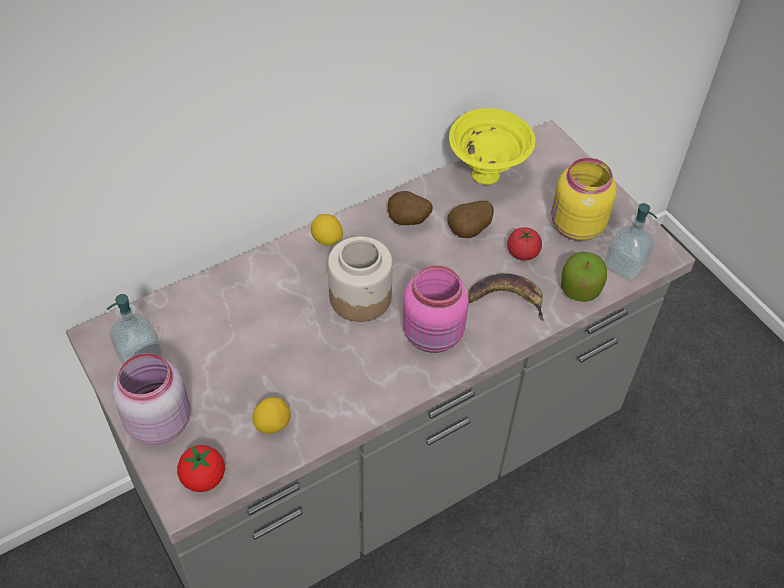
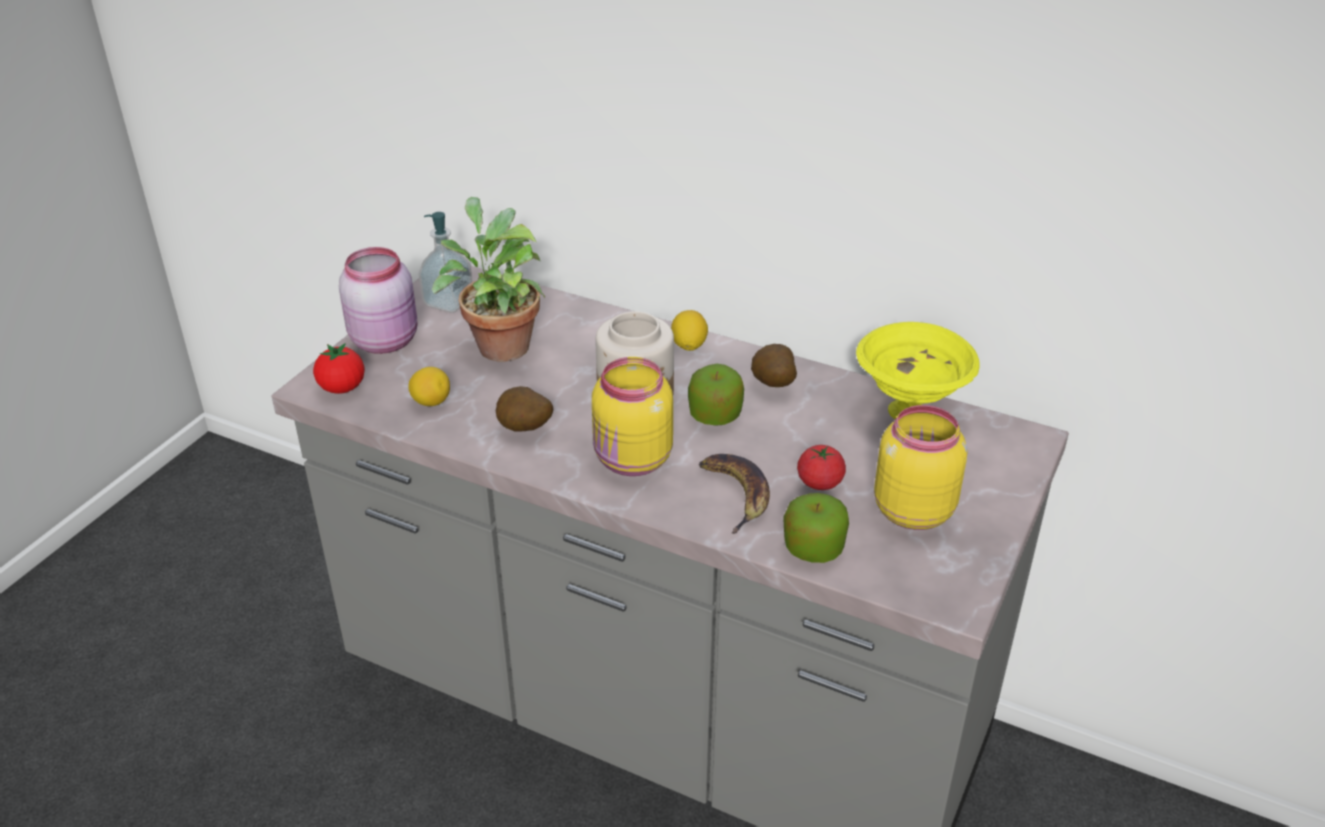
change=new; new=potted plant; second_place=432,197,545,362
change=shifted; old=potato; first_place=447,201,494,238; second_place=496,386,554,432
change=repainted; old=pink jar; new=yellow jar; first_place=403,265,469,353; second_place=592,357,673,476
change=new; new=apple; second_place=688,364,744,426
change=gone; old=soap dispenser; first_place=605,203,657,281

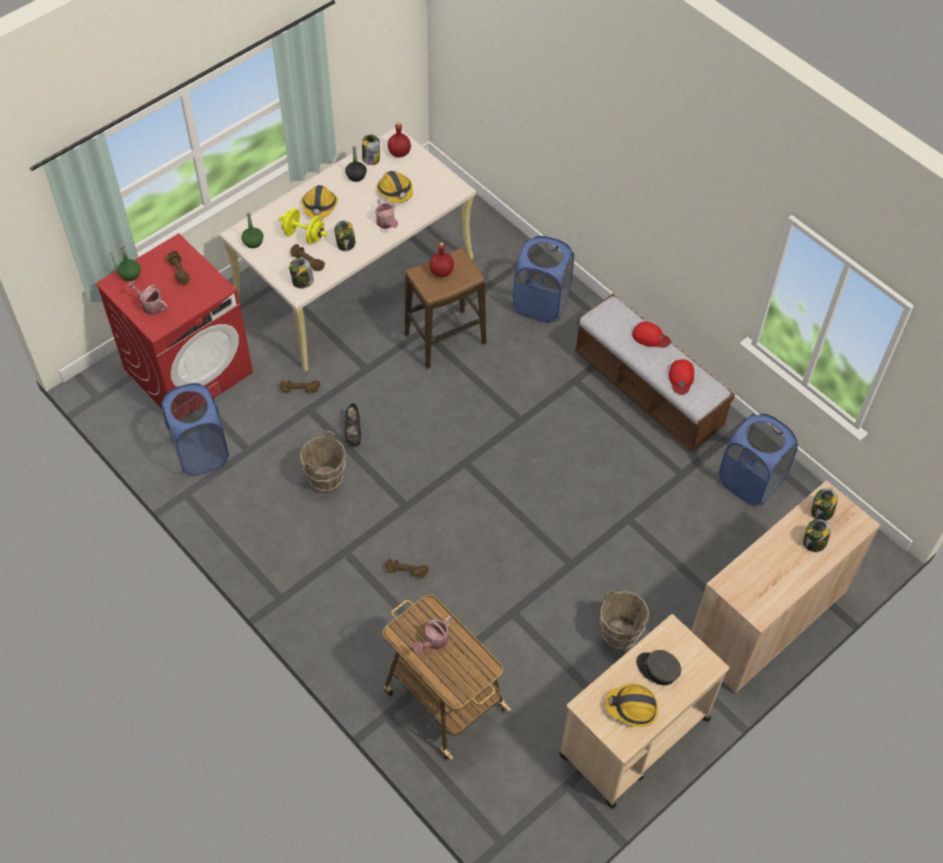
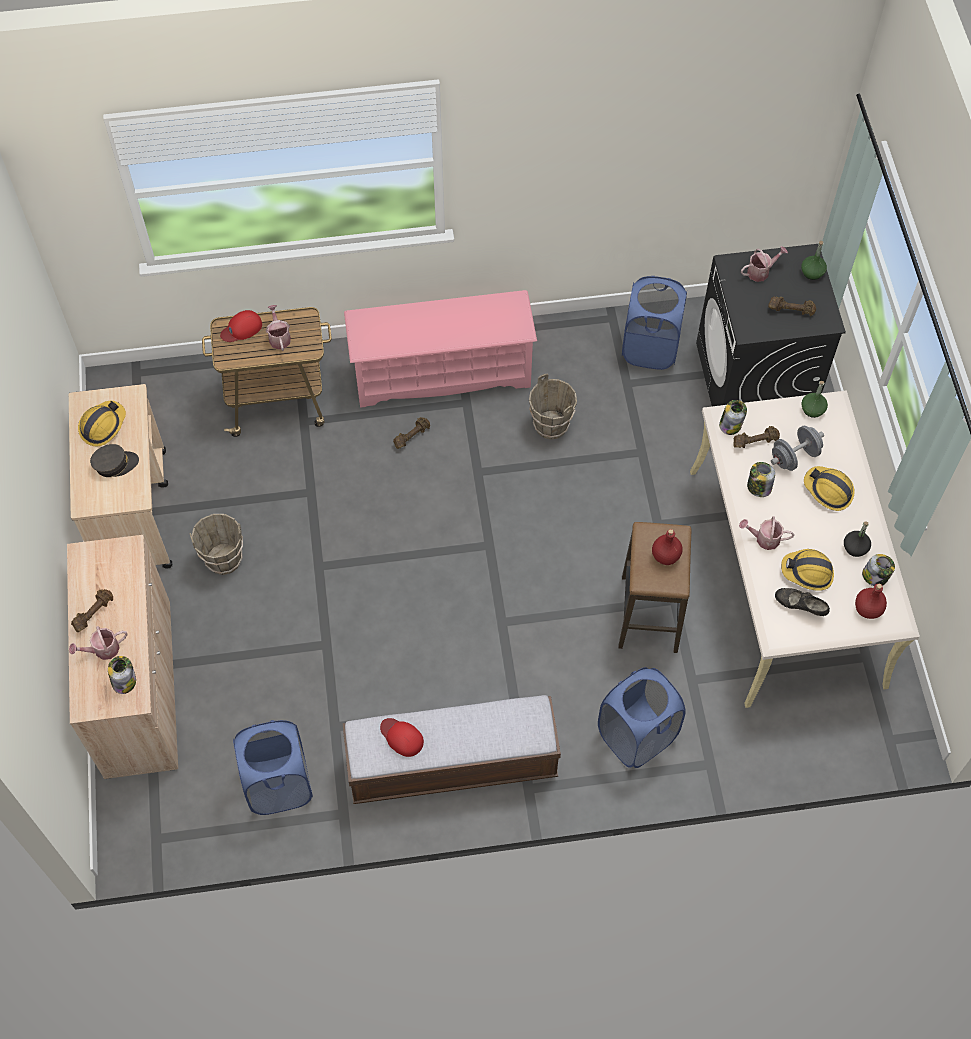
change=swapped; old=jar; new=watering can; first_place=803,519,831,552; second_place=69,626,128,660
change=shifted; old=brown dumbbell; first_place=280,380,320,393; second_place=71,589,113,632
change=shifted; old=red cap; first_place=632,322,671,348; second_place=220,310,262,342
change=new; new=pink shoe rack; second_place=344,290,537,408
change=repainted; old=red washing machine; new=black washing machine; first_place=96,233,253,409; second_place=696,244,846,406
change=repainted; old=yellow dumbbell; new=grey dumbbell; first_place=279,208,327,244; second_place=771,426,824,471
change=shifted; old=black shoe; first_place=345,403,361,446; second_place=775,588,830,616

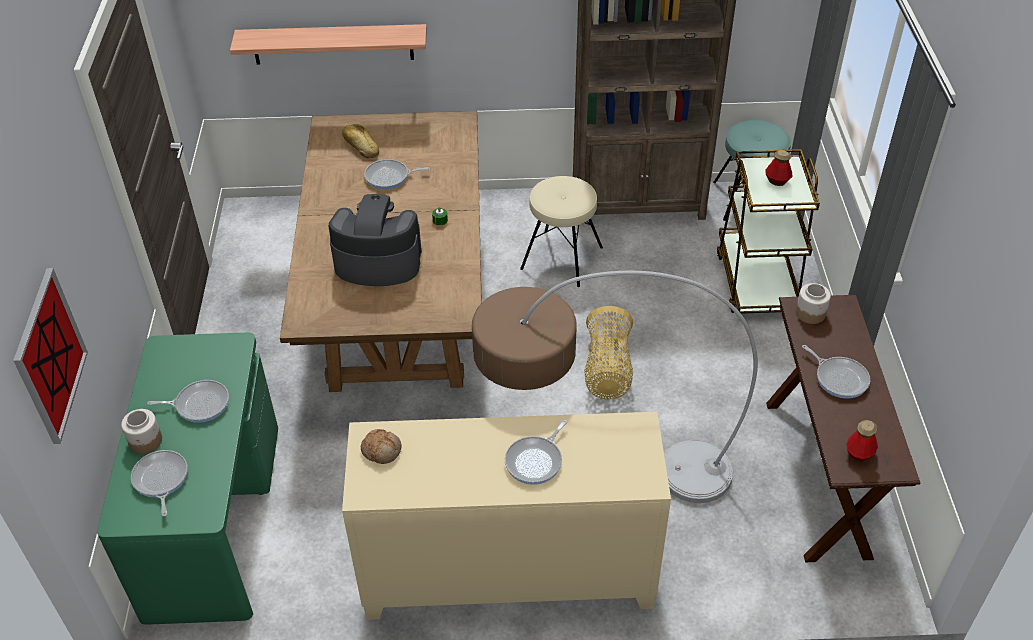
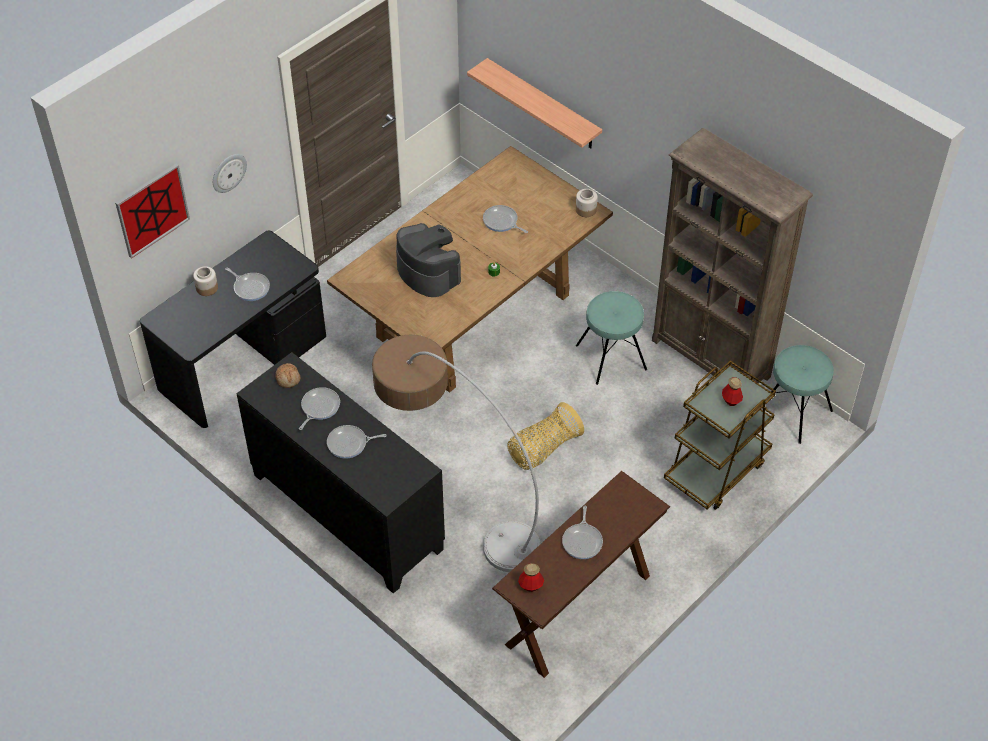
change=repainted; old=green desk; new=black desk; first_place=97,333,278,624; second_place=140,231,326,428
change=new; new=wall clock; second_place=213,154,247,193
change=repainted; old=beige cabinet; new=black cabinet; first_place=342,412,671,620; second_place=236,352,445,594
change=shifted; old=frying pan; first_place=131,450,188,516; second_place=299,387,340,430
change=shifted; old=jar; first_place=796,283,831,324; second_place=576,189,598,217
change=repainted; old=beige stool; new=turquoise stool; first_place=520,176,603,287; second_place=576,291,647,385
change=gone; old=bread; first_place=342,124,379,158

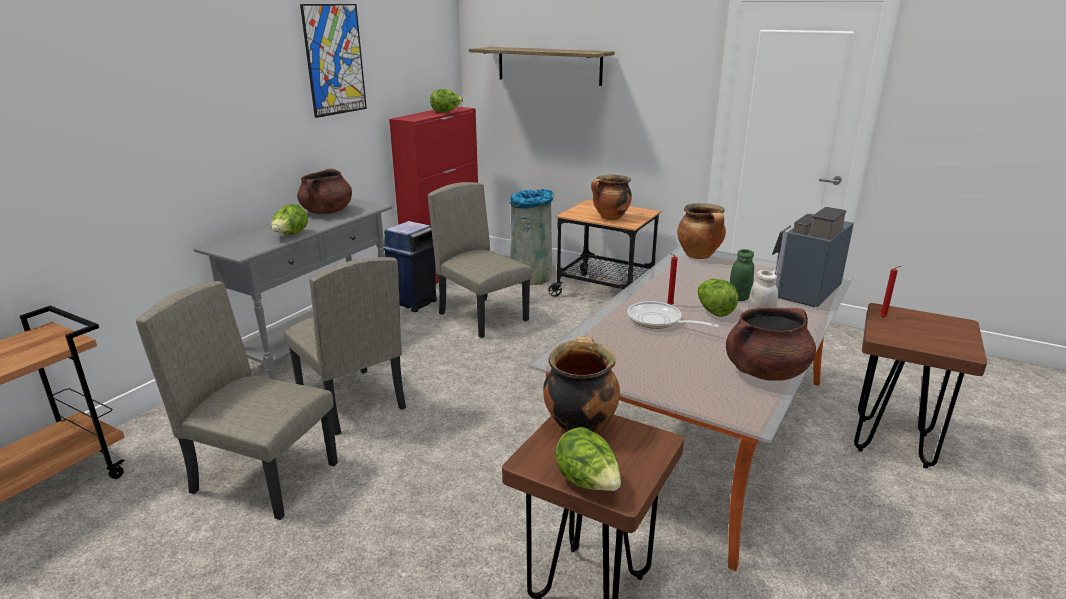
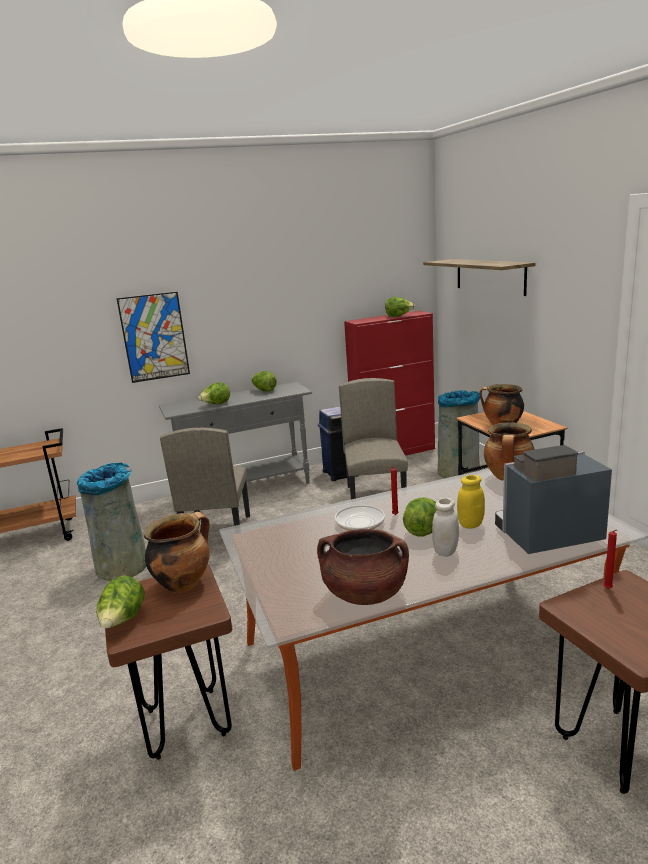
change=swapped; old=beige chair; new=grey trash can; first_place=136,281,338,520; second_place=77,463,147,581
change=shifted; old=picture; first_place=300,4,367,118; second_place=116,292,190,383
change=swapped; old=brown cooking pot; new=lettuce; first_place=297,168,352,214; second_place=251,371,277,392
change=repainted; old=green jar; new=yellow jar; first_place=730,249,754,301; second_place=457,475,485,529

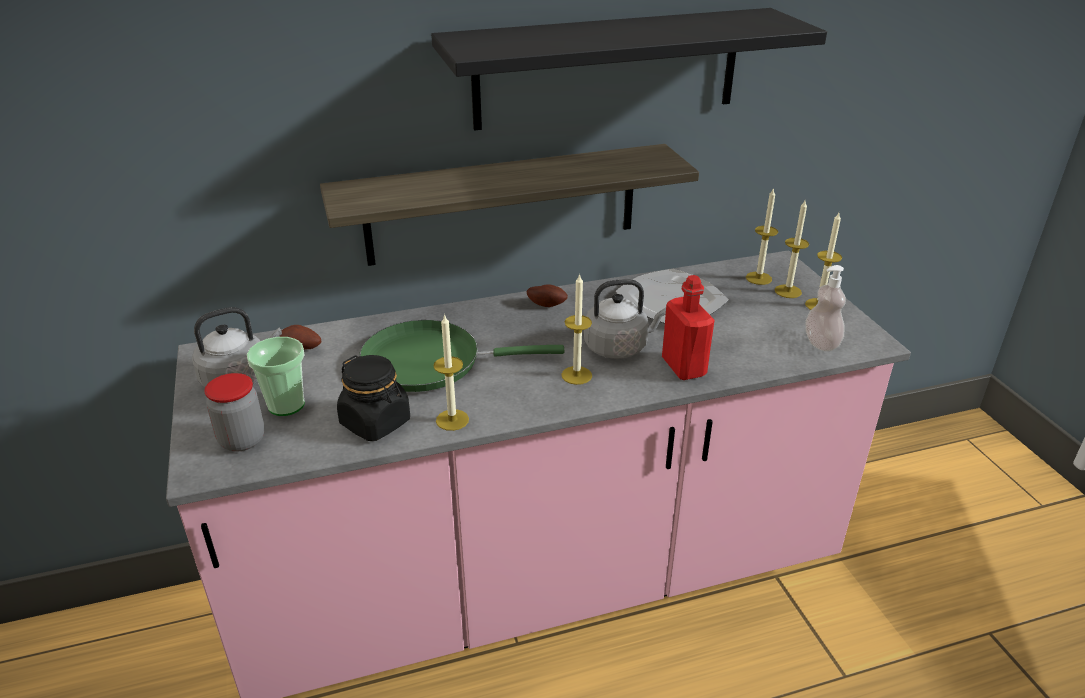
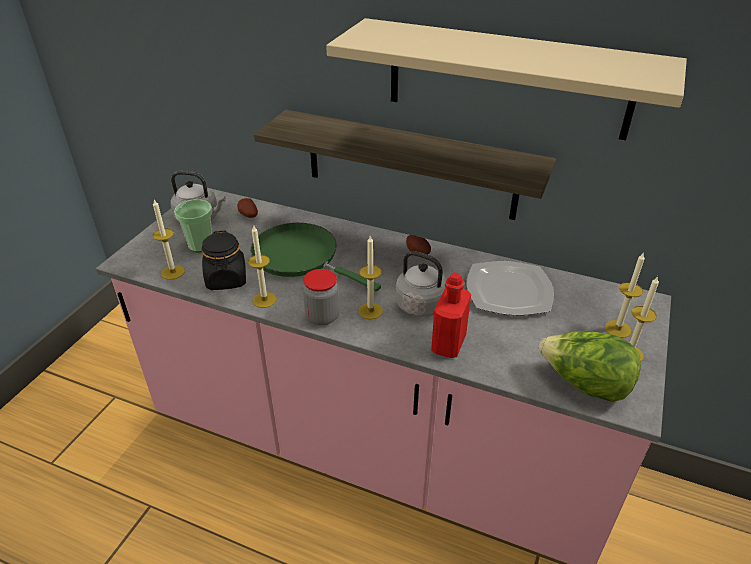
change=shifted; old=candle; first_place=746,188,778,285; second_place=153,200,185,280
change=shifted; old=jar; first_place=204,373,265,451; second_place=303,269,340,325
change=repainted; old=black shelf; new=beige shelf; first_place=431,8,827,131; second_place=326,18,687,140
change=swapped; old=soap dispenser; new=lettuce; first_place=805,265,846,351; second_place=539,331,641,402

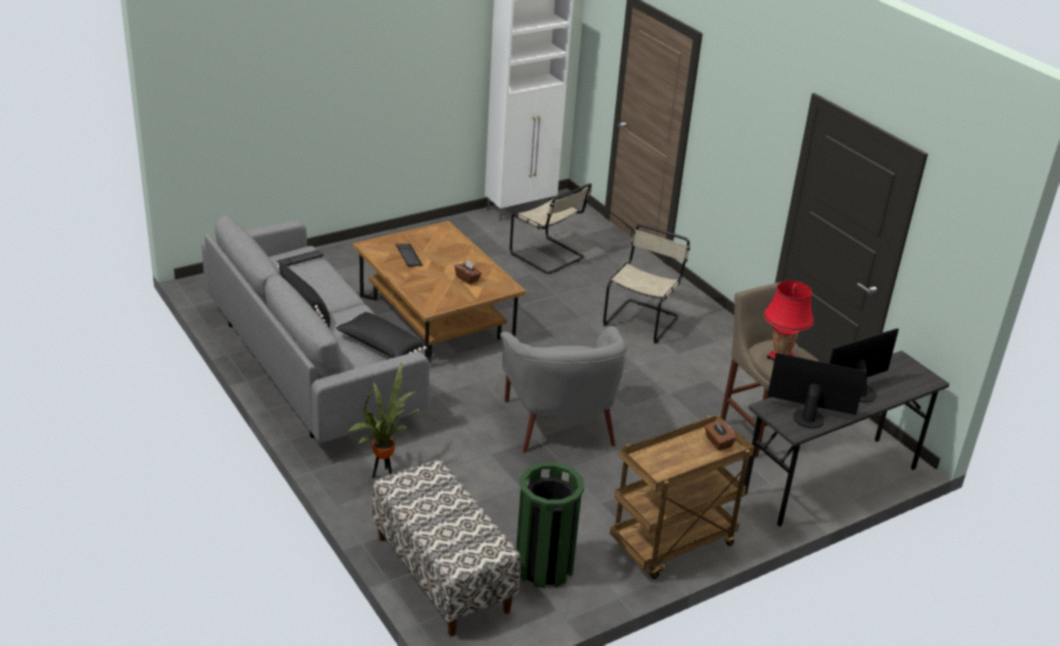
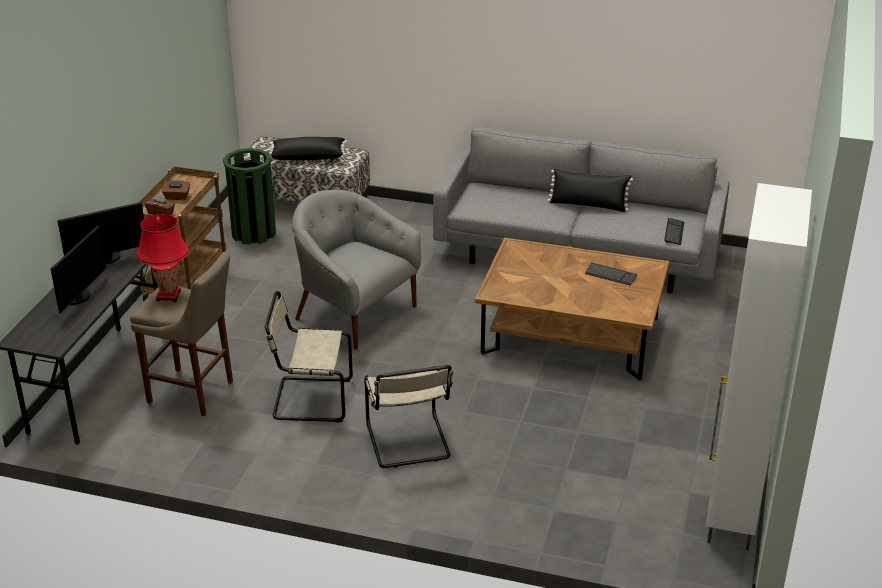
change=shifted; old=brown tissue box; first_place=454,260,481,284; second_place=162,180,190,200
change=shifted; old=beige chair; first_place=510,183,592,274; second_place=265,291,353,422
change=shifted; old=black pillow; first_place=336,312,427,358; second_place=270,137,347,160
change=gone; old=potted plant; first_place=347,362,421,478

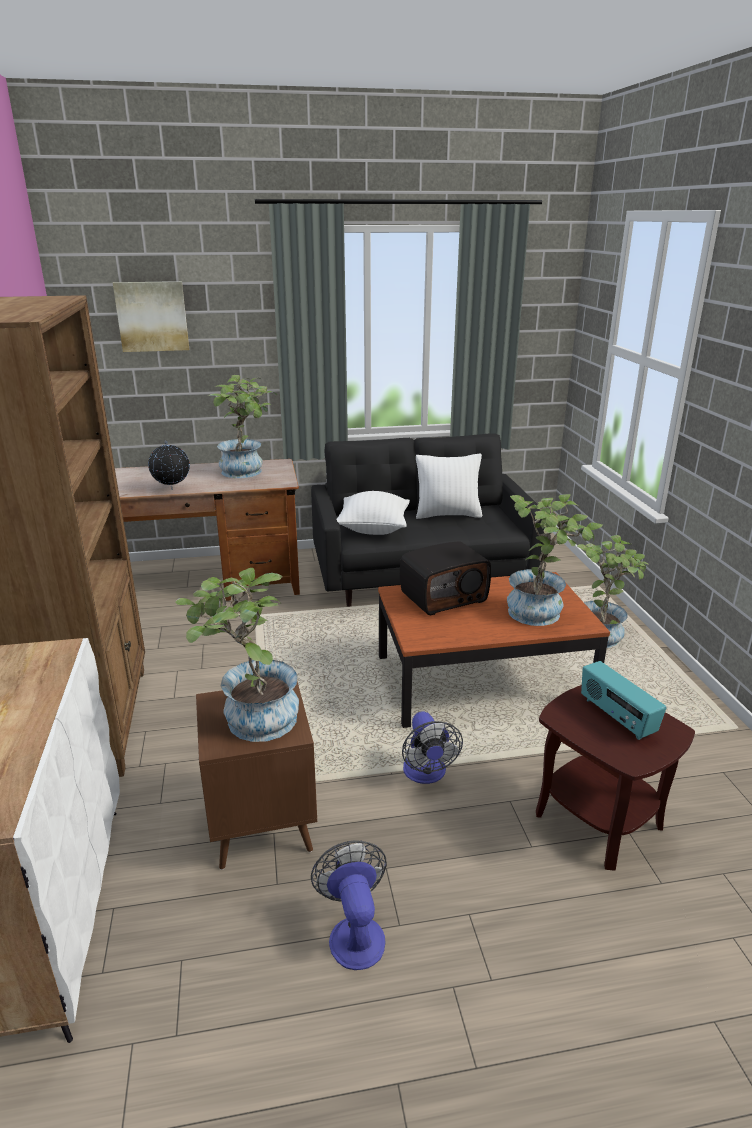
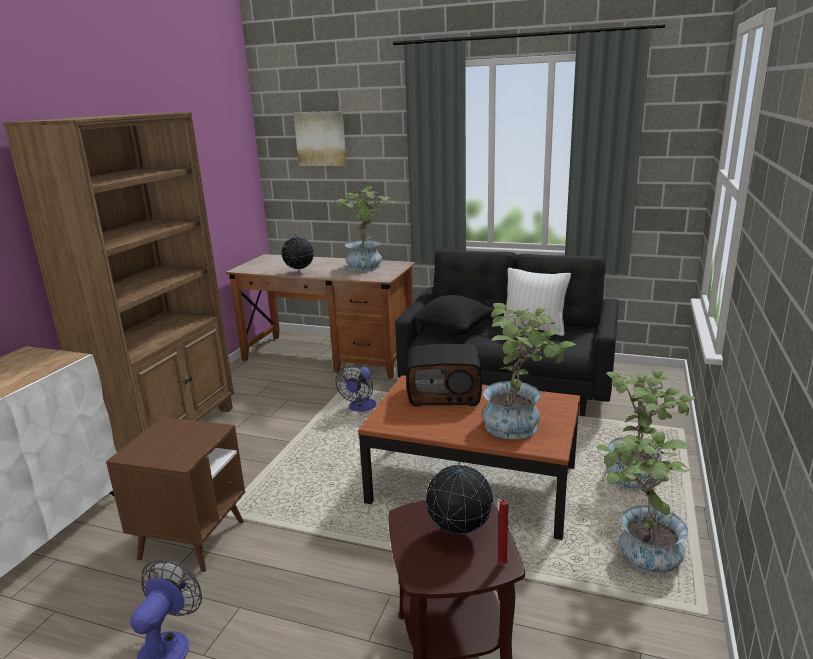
change=shifted; old=fan; first_place=402,712,463,784; second_place=335,366,377,412
change=repainted; old=white pillow; new=black pillow; first_place=336,491,410,535; second_place=412,295,495,335
change=swapped; old=radio; new=globe; first_place=581,661,667,740; second_place=426,462,493,534
change=new; new=red candle; second_place=496,495,508,564
change=shifted; old=potted plant; first_place=176,568,299,742; second_place=597,432,689,574

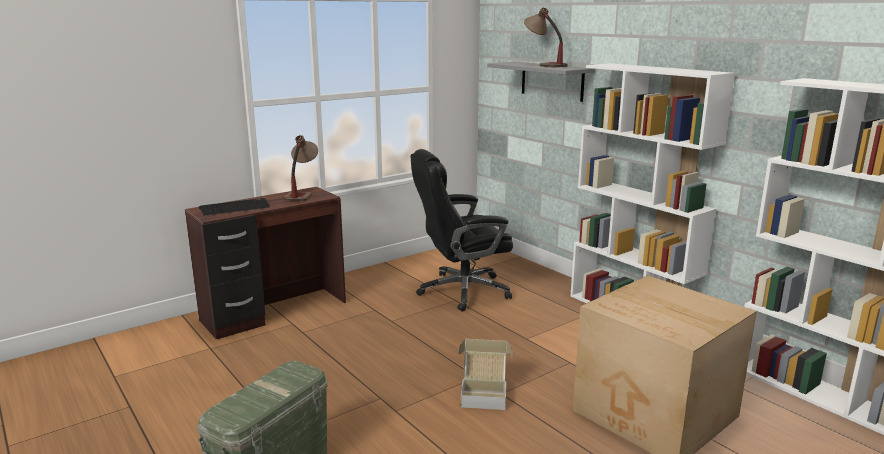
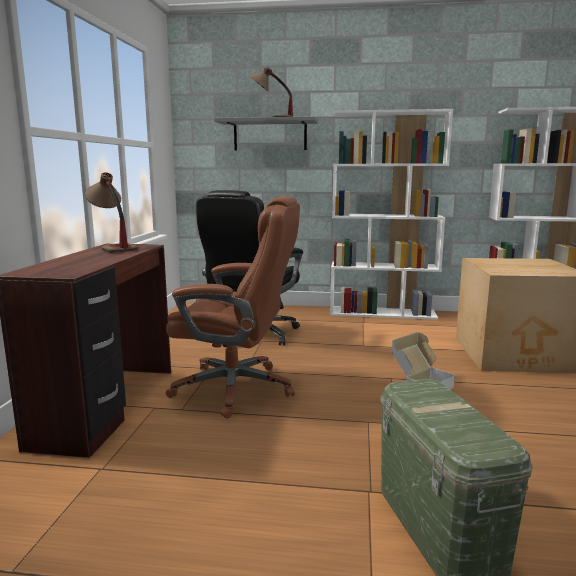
change=new; new=brown office chair; second_place=166,196,300,419
change=gone; old=keyboard; first_place=199,198,270,216

